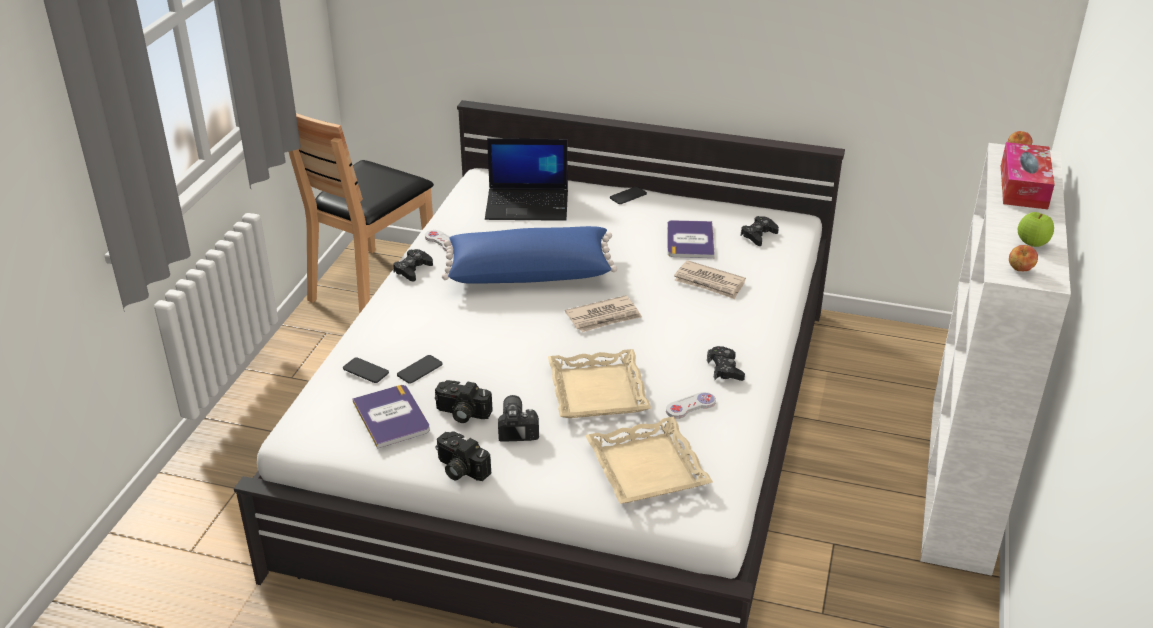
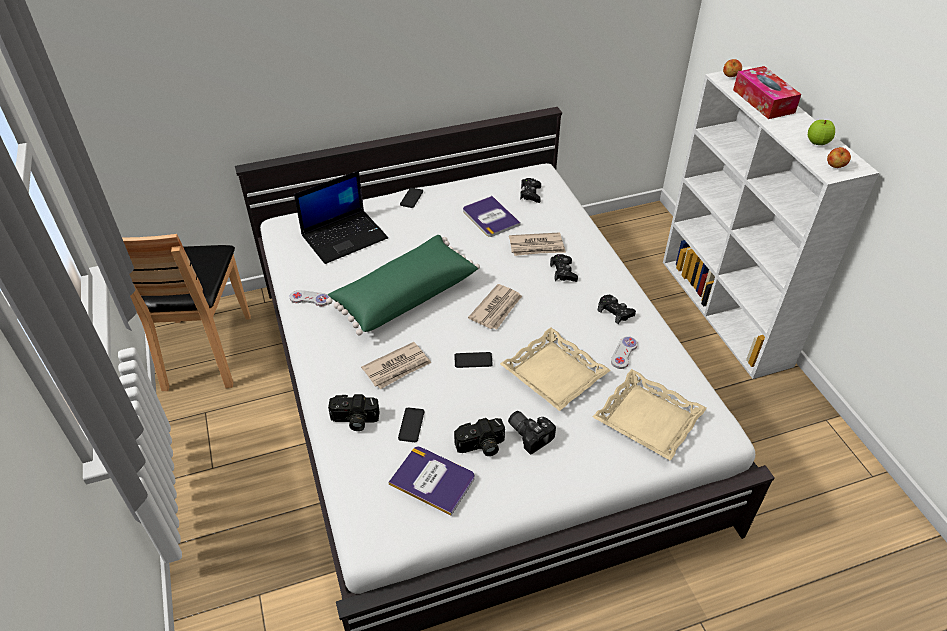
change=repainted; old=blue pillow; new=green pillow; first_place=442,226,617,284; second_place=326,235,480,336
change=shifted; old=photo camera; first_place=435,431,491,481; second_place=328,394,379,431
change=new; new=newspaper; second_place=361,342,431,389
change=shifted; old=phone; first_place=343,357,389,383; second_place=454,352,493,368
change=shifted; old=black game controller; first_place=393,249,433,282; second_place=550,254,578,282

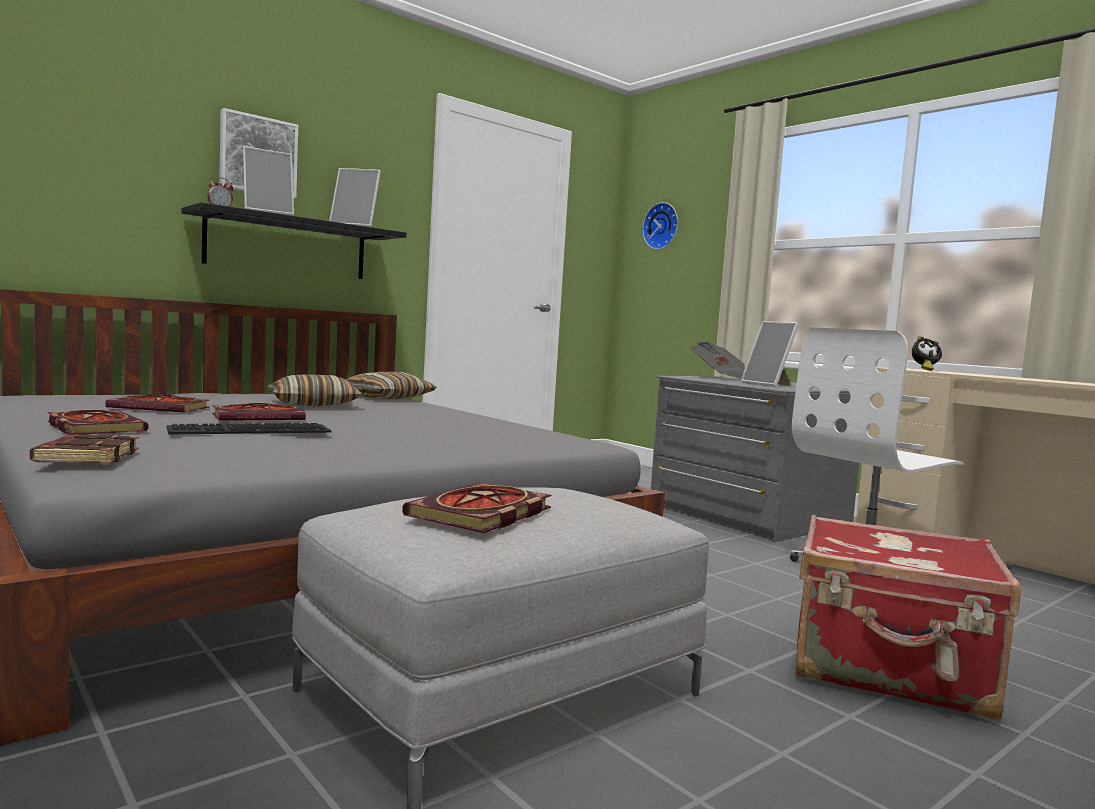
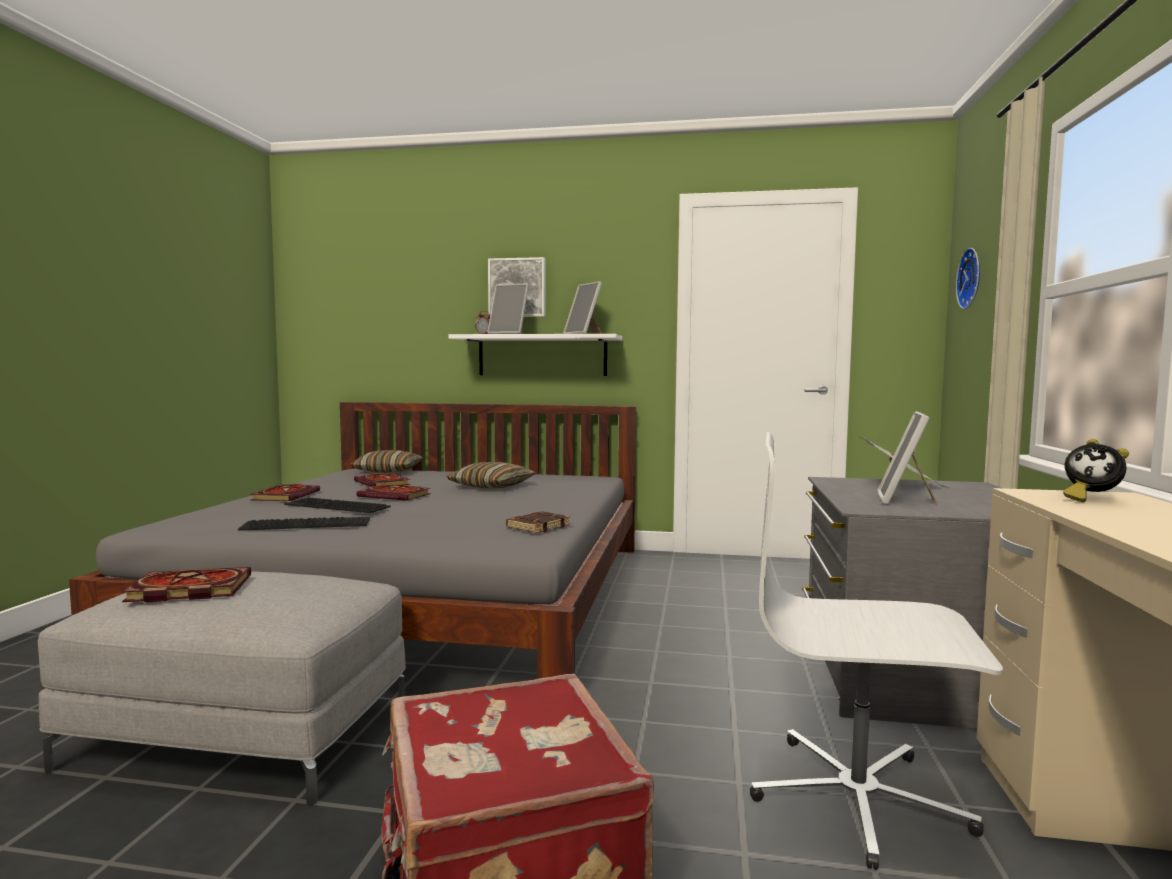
change=new; new=keyboard; second_place=238,517,370,531
change=shifted; old=pillow; first_place=345,372,437,399; second_place=351,450,424,473
change=repainted; old=black shelf; new=white shelf; first_place=181,202,407,279; second_place=449,334,622,376
change=shifted; old=brown book; first_place=30,434,139,464; second_place=506,511,570,533

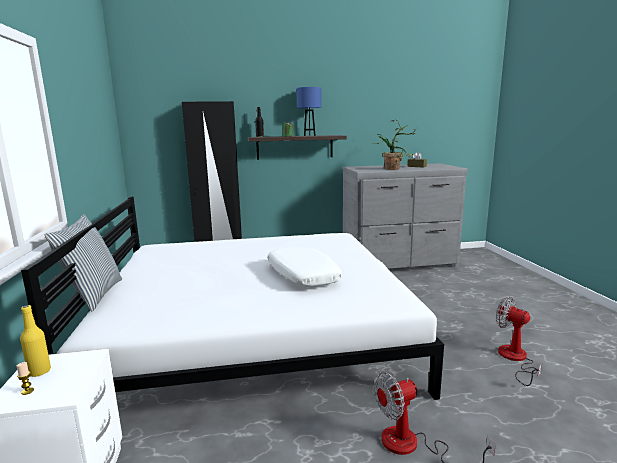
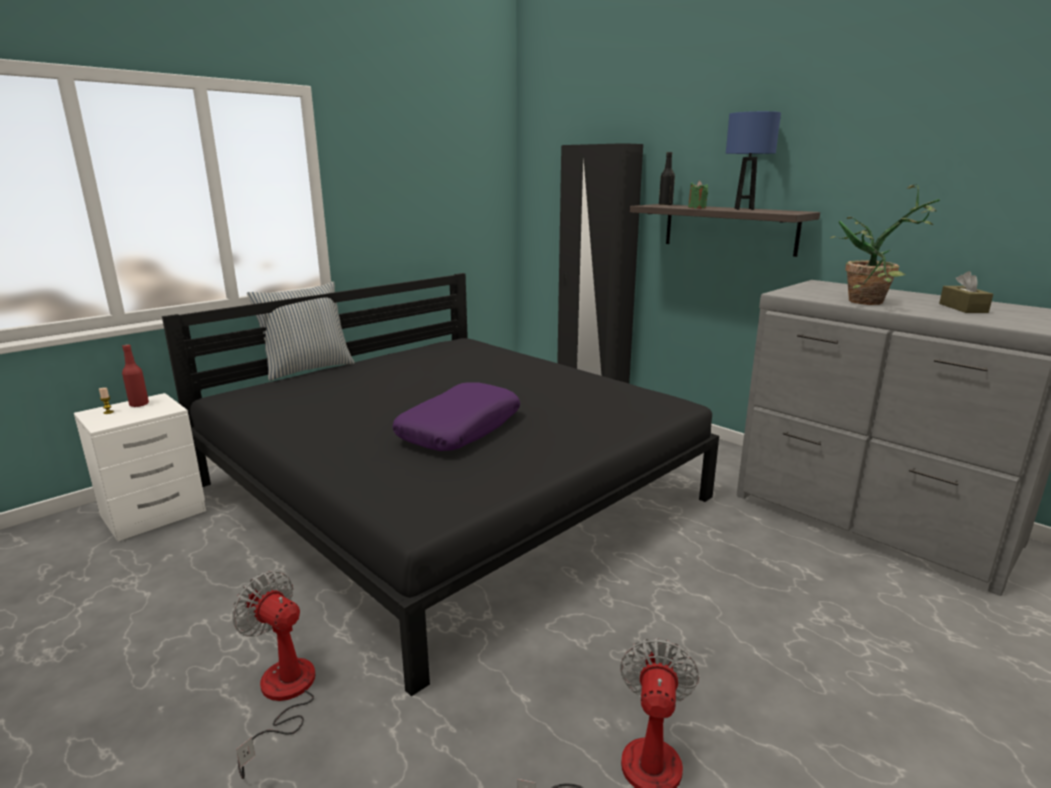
change=repainted; old=yellow bottle; new=red bottle; first_place=20,305,51,377; second_place=122,344,149,407
change=repainted; old=white bed; new=black bed; first_place=21,197,444,400; second_place=162,273,719,697
change=repainted; old=white pillow; new=purple pillow; first_place=267,247,342,286; second_place=393,383,520,451

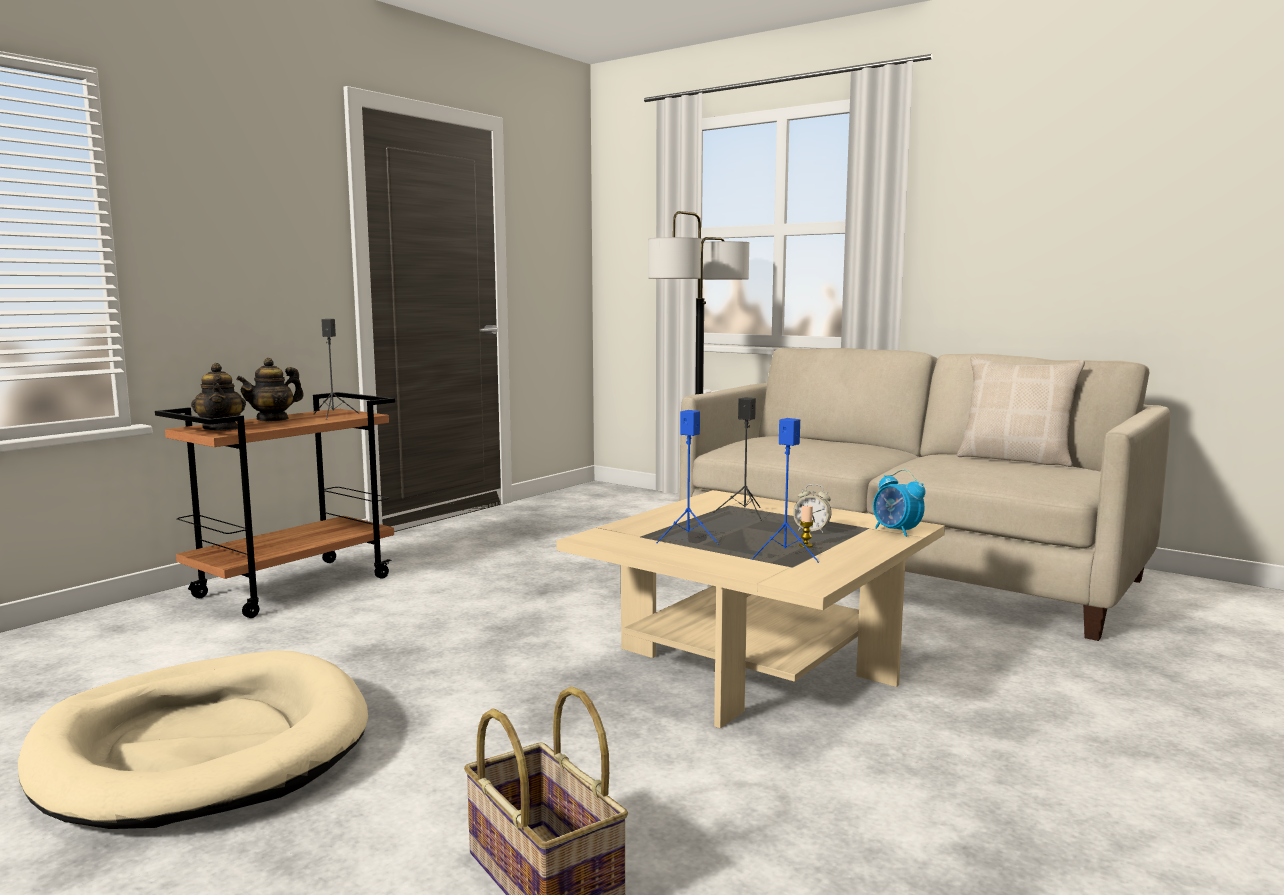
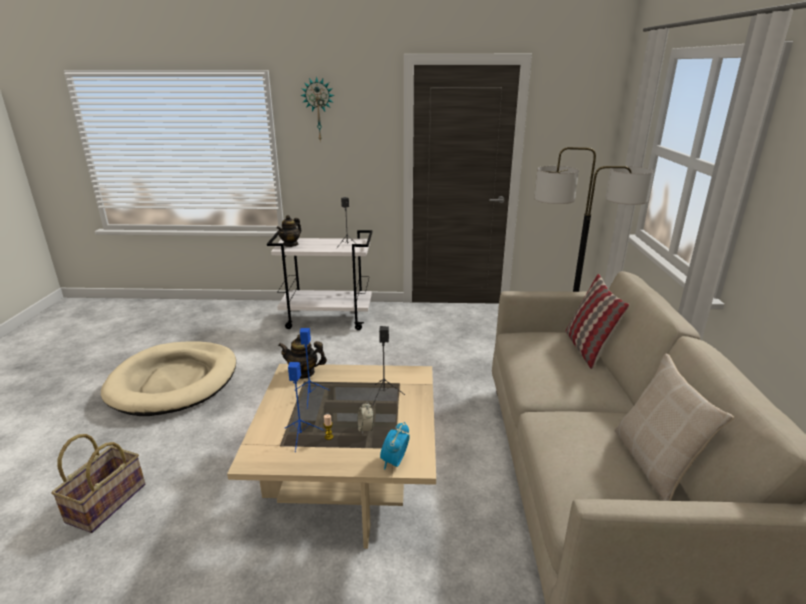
change=repainted; old=brown cart; new=white cart; first_place=155,392,395,618; second_place=267,230,373,330
change=shifted; old=teapot; first_place=236,358,304,422; second_place=278,334,327,379
change=new; new=wall clock; second_place=300,76,335,142
change=new; new=pillow; second_place=565,274,629,369

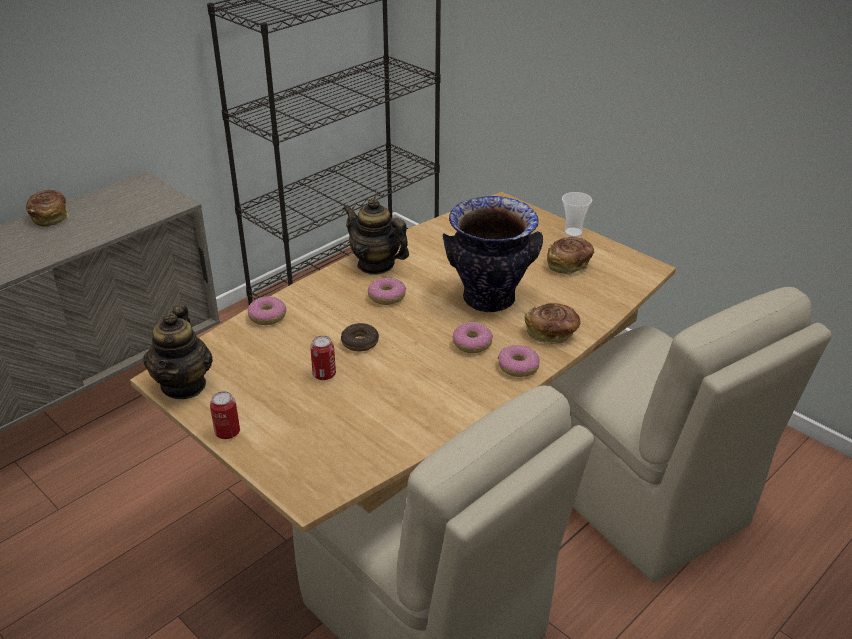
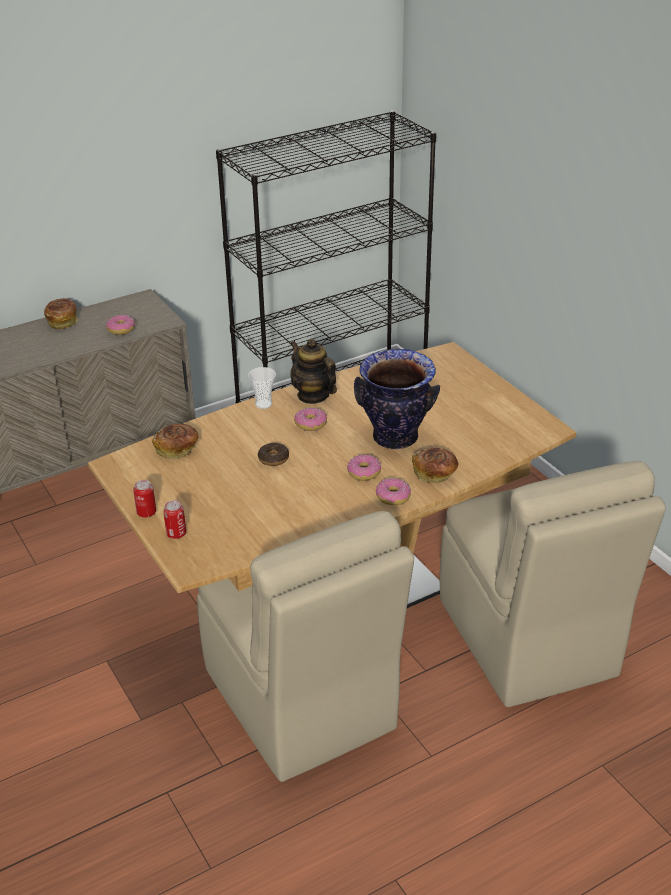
change=shifted; old=donut; first_place=248,296,286,325; second_place=106,315,135,335
change=shifted; old=bread; first_place=547,237,594,275; second_place=152,424,199,459
change=shifted; old=can; first_place=310,335,336,380; second_place=163,500,186,539
change=shifted; old=cup; first_place=562,192,592,237; second_place=248,367,276,409
change=gone; old=teapot; first_place=143,305,213,399

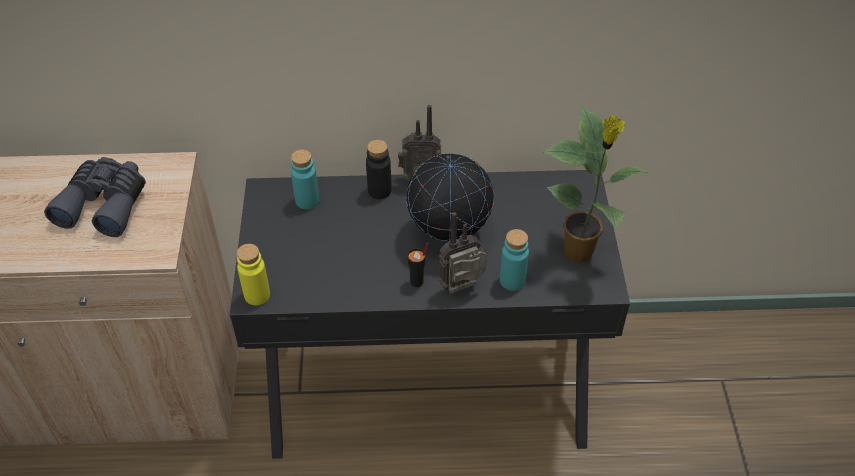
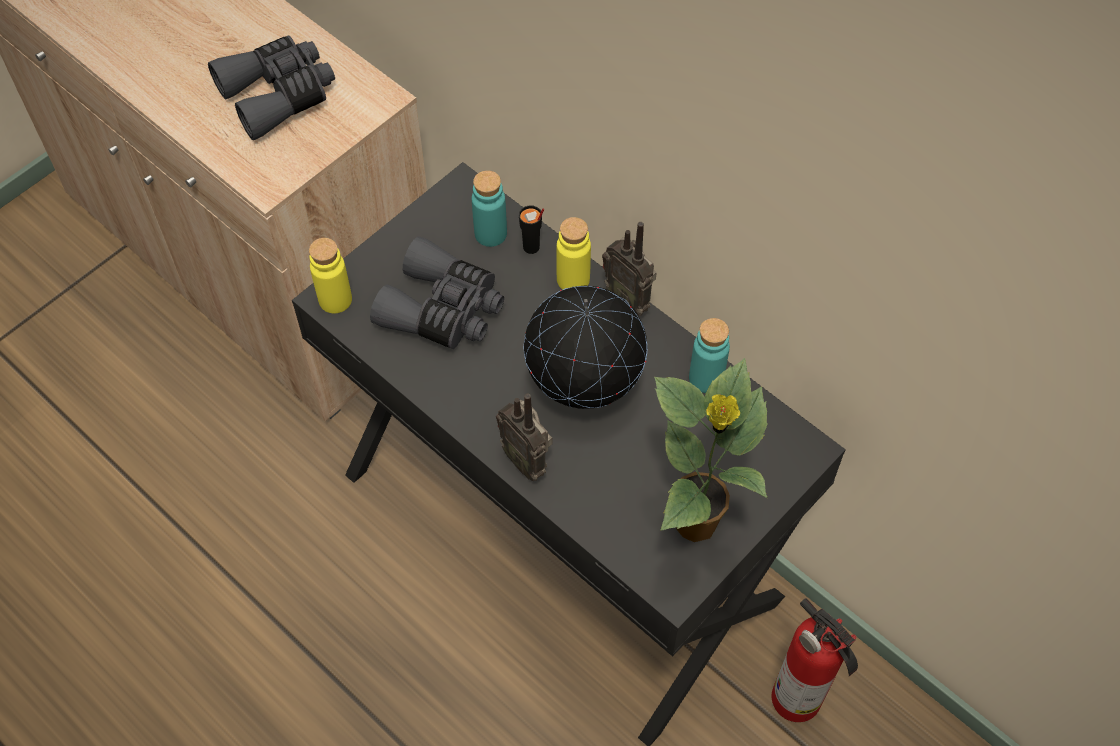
change=new; new=grey binoculars; second_place=370,236,504,349
change=rotated; old=radio; first_place=438,212,487,294; second_place=496,393,552,481; degrees=-150
change=shifted; old=black cup; first_place=407,243,428,287; second_place=519,205,544,254
change=repainted; old=black bottle; new=yellow bottle; first_place=366,140,392,199; second_place=556,217,591,290
change=shifted; old=turquoise bottle; first_place=500,229,529,291; second_place=689,318,730,393
change=new; new=fire extinguisher; second_place=772,598,858,722

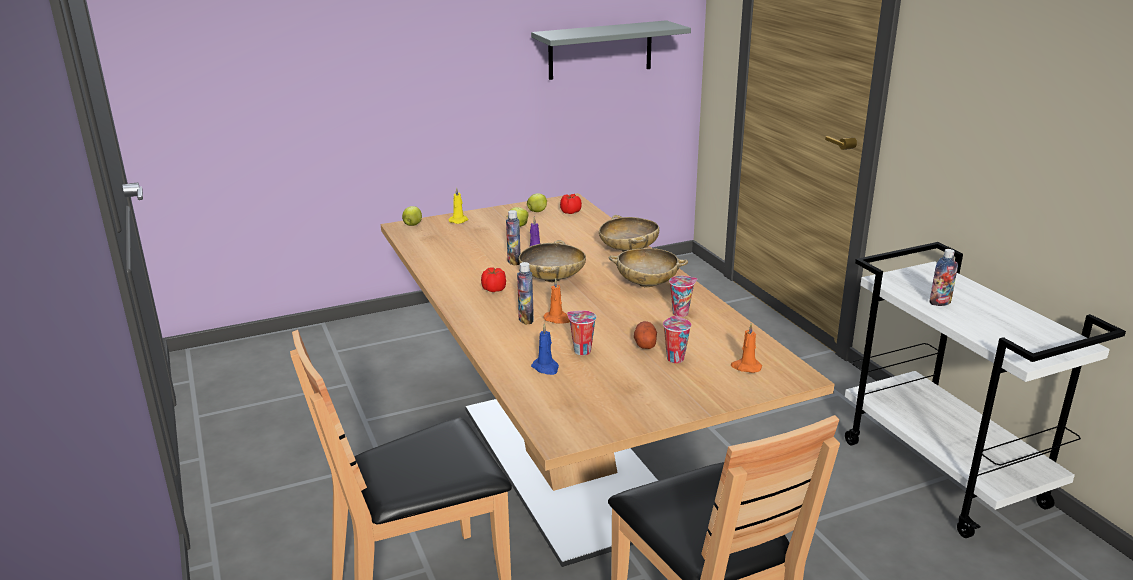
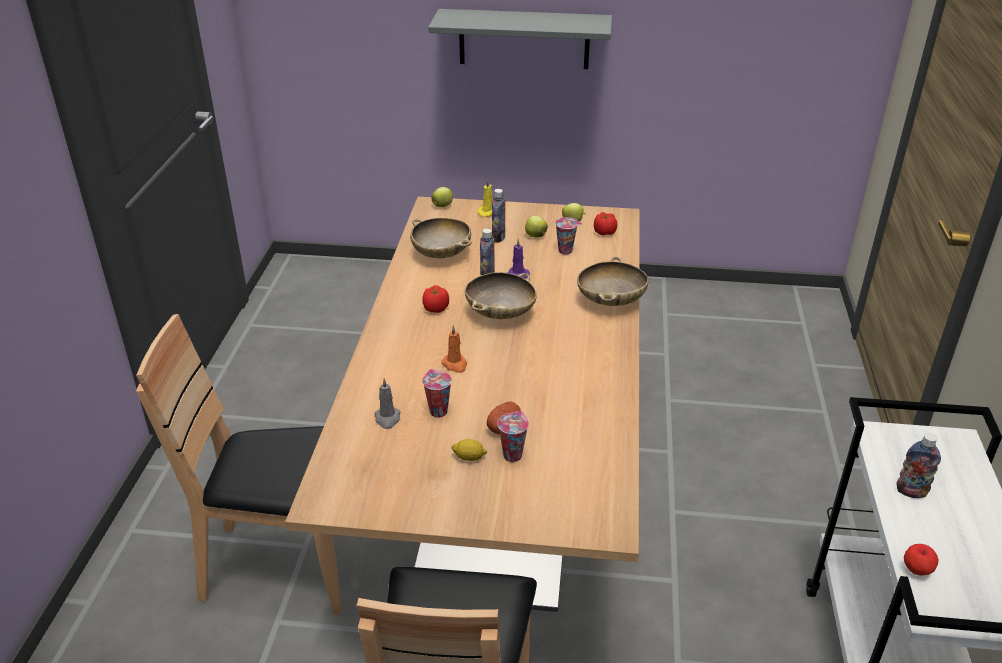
change=repainted; old=blue candle; new=grey candle; first_place=531,323,559,375; second_place=375,378,401,429
change=shifted; old=beige bowl; first_place=609,248,688,288; second_place=410,218,472,258
change=shifted; old=grey shelf; first_place=531,20,691,80; second_place=428,9,612,69
change=new; new=lemon; second_place=451,439,487,461
change=shifted; old=bottle; first_place=517,262,534,325; second_place=492,189,505,243
change=shifted; old=cup; first_place=669,276,697,317; second_place=555,217,582,255
change=new; new=apple; second_place=904,544,938,575
change=gone; old=orange candle; first_place=731,323,762,373

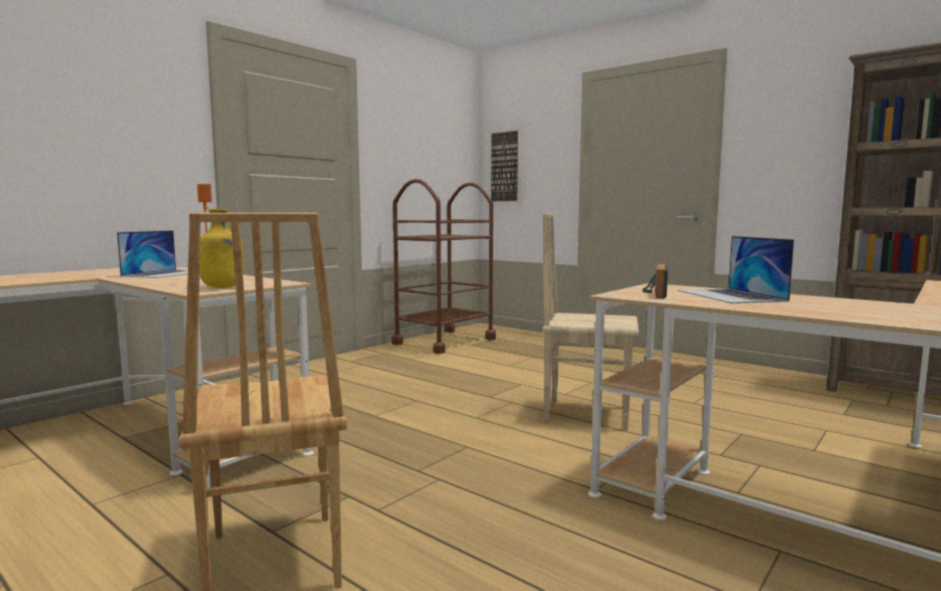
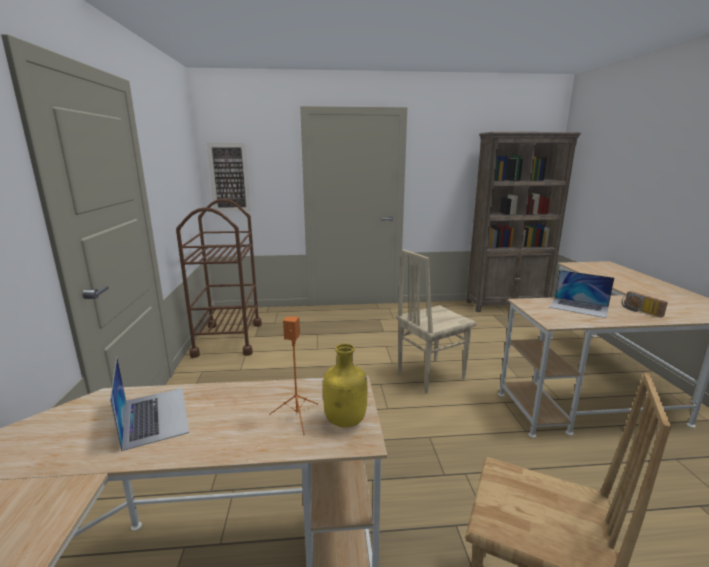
change=shifted; old=radio; first_place=642,264,668,298; second_place=622,291,668,317

